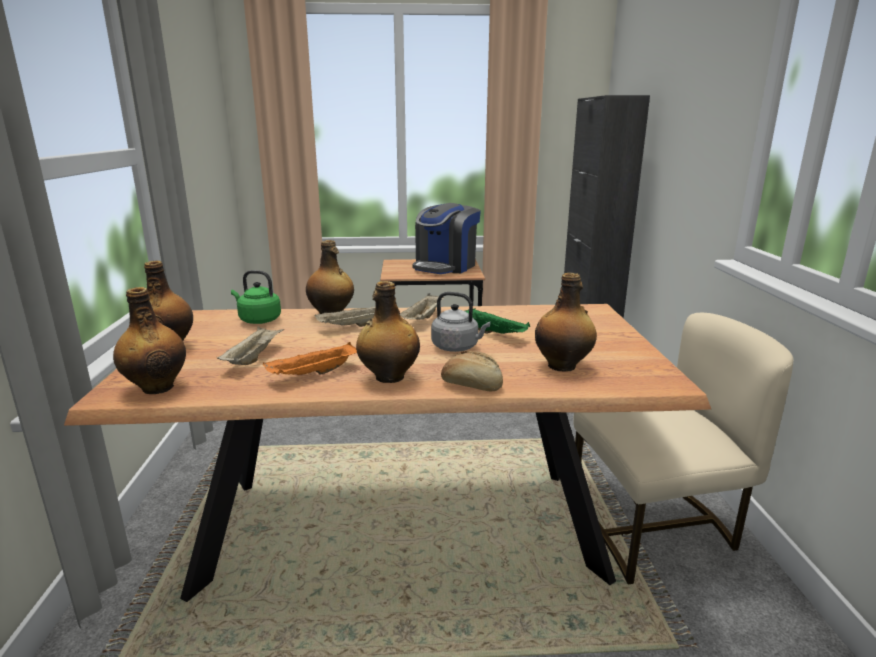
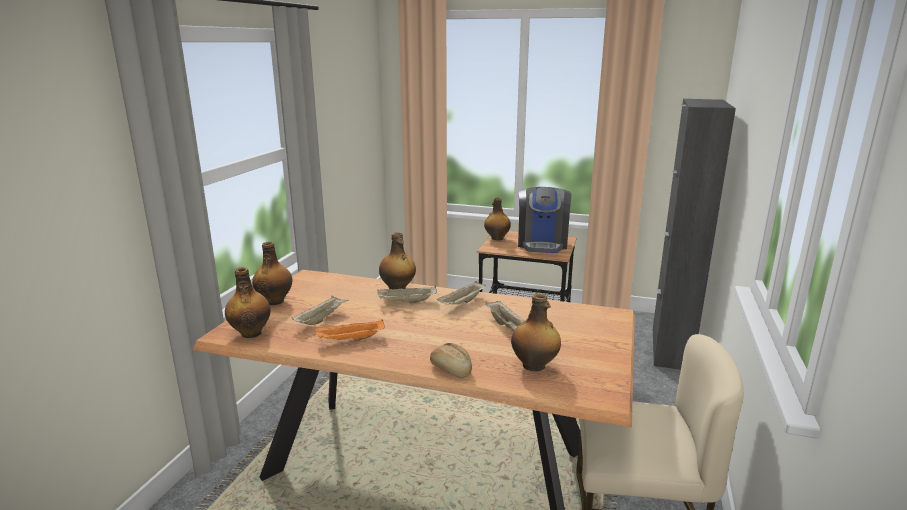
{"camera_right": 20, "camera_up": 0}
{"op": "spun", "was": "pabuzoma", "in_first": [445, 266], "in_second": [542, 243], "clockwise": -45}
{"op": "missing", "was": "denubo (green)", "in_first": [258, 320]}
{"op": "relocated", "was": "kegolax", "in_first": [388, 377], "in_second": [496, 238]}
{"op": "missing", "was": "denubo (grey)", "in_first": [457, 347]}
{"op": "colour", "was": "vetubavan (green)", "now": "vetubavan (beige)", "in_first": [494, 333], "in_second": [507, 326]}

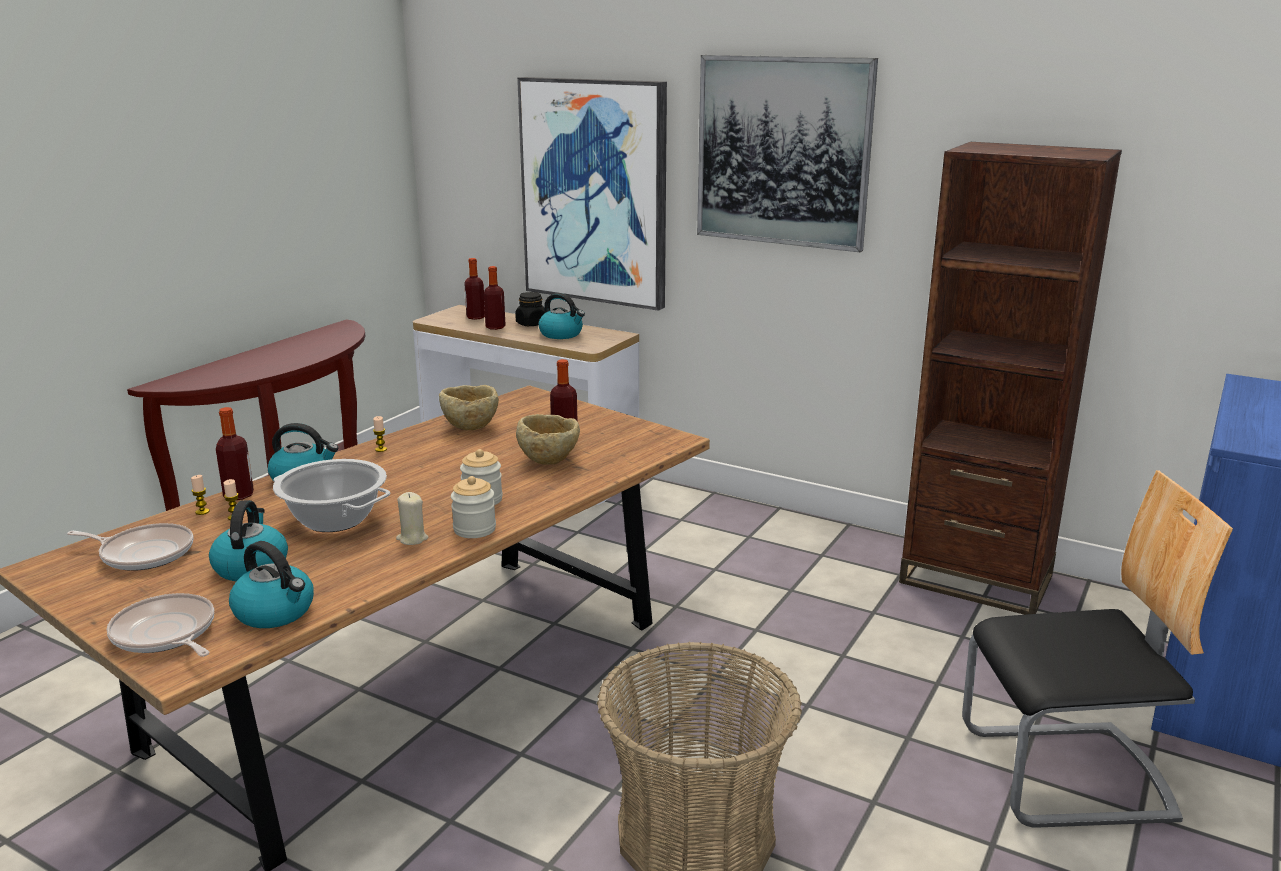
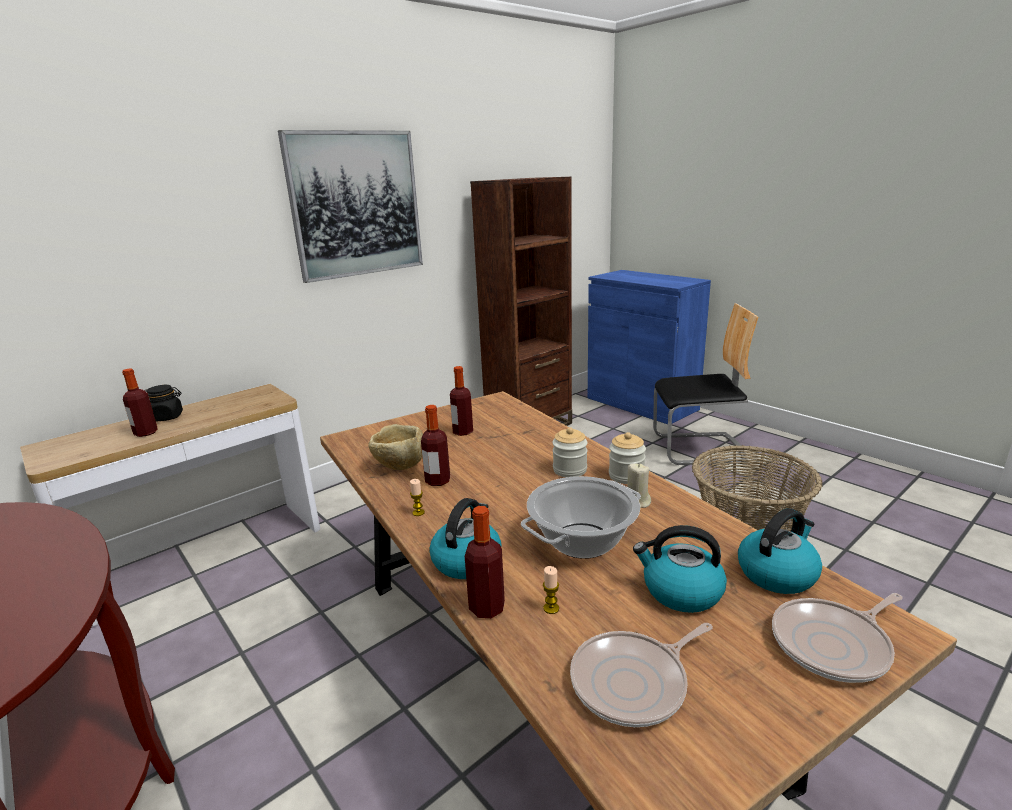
{"camera_right": -70, "camera_up": 0}
{"op": "missing", "was": "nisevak", "in_first": [595, 192]}
{"op": "relocated", "was": "kegolax", "in_first": [475, 317], "in_second": [437, 481]}
{"op": "missing", "was": "denubo", "in_first": [562, 334]}
{"op": "missing", "was": "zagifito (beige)", "in_first": [549, 460]}
{"op": "spun", "was": "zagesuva", "in_first": [1066, 774], "in_second": [698, 449], "clockwise": 75}
{"op": "missing", "was": "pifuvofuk", "in_first": [202, 512]}
{"op": "spun", "was": "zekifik", "in_first": [143, 553], "in_second": [633, 682], "clockwise": -150}

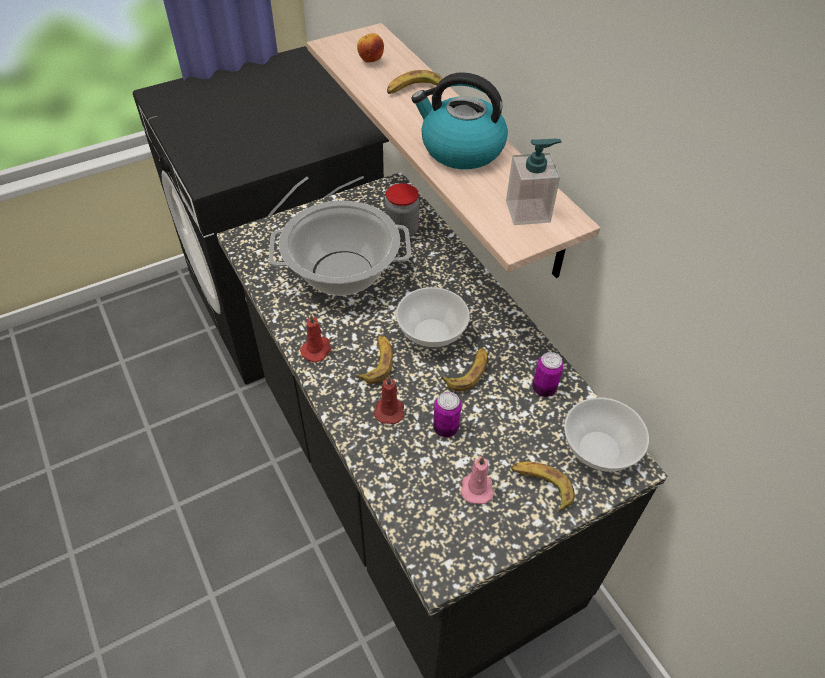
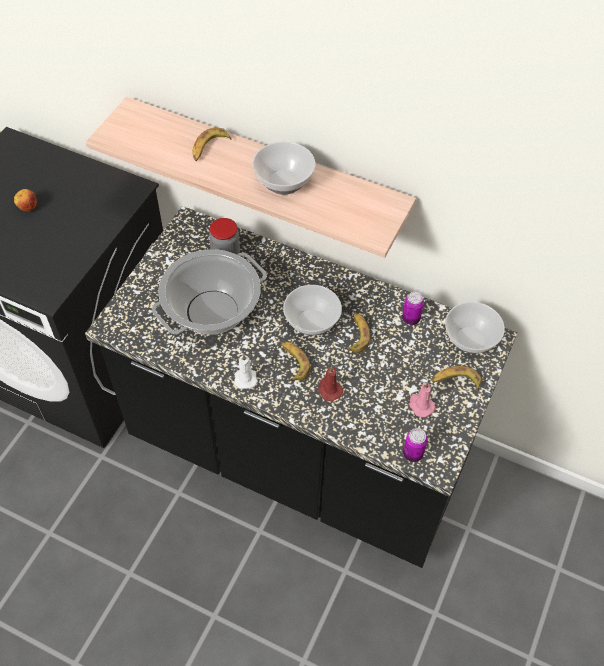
{"camera_right": -35, "camera_up": 5}
{"op": "relocated", "was": "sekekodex", "in_first": [370, 61], "in_second": [28, 208]}
{"op": "exchanged", "was": "denubo", "now": "zagifito", "in_first": [460, 149], "in_second": [285, 182]}
{"op": "missing", "was": "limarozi", "in_first": [528, 211]}
{"op": "colour", "was": "pifuvofuk (red)", "now": "pifuvofuk (white)", "in_first": [317, 349], "in_second": [245, 377]}
{"op": "relocated", "was": "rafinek", "in_first": [445, 428], "in_second": [412, 454]}

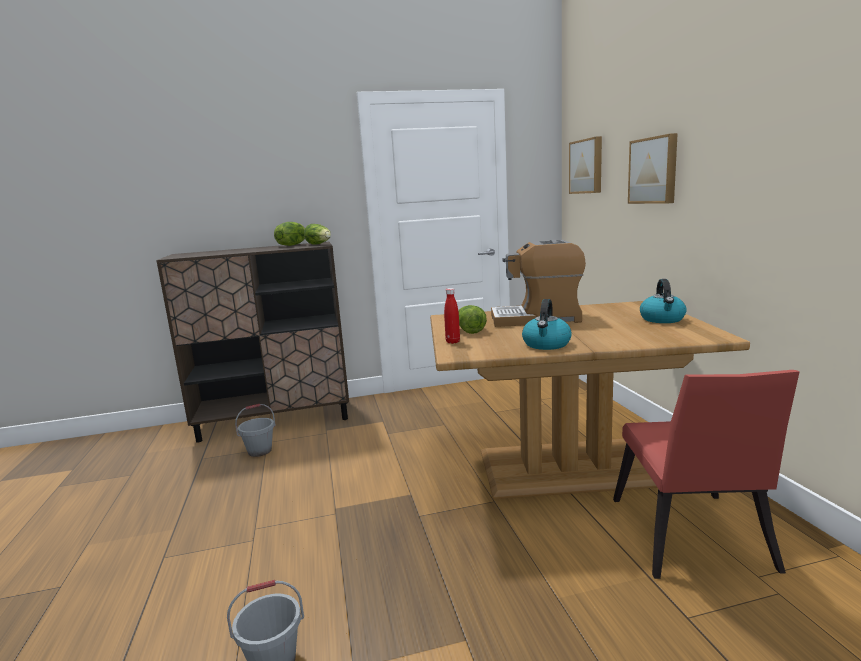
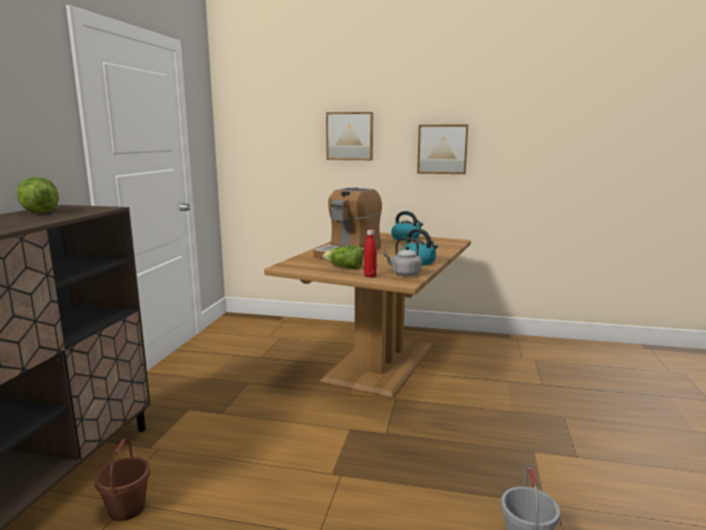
{"camera_right": -65, "camera_up": 0}
{"op": "relocated", "was": "nisevak", "in_first": [587, 166], "in_second": [442, 149]}
{"op": "missing", "was": "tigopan", "in_first": [320, 244]}
{"op": "missing", "was": "zagesuva (red)", "in_first": [690, 540]}
{"op": "colour", "was": "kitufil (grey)", "now": "kitufil (brown)", "in_first": [259, 451], "in_second": [127, 509]}
{"op": "appeared", "now": "denubo (grey)", "in_second": [404, 274]}

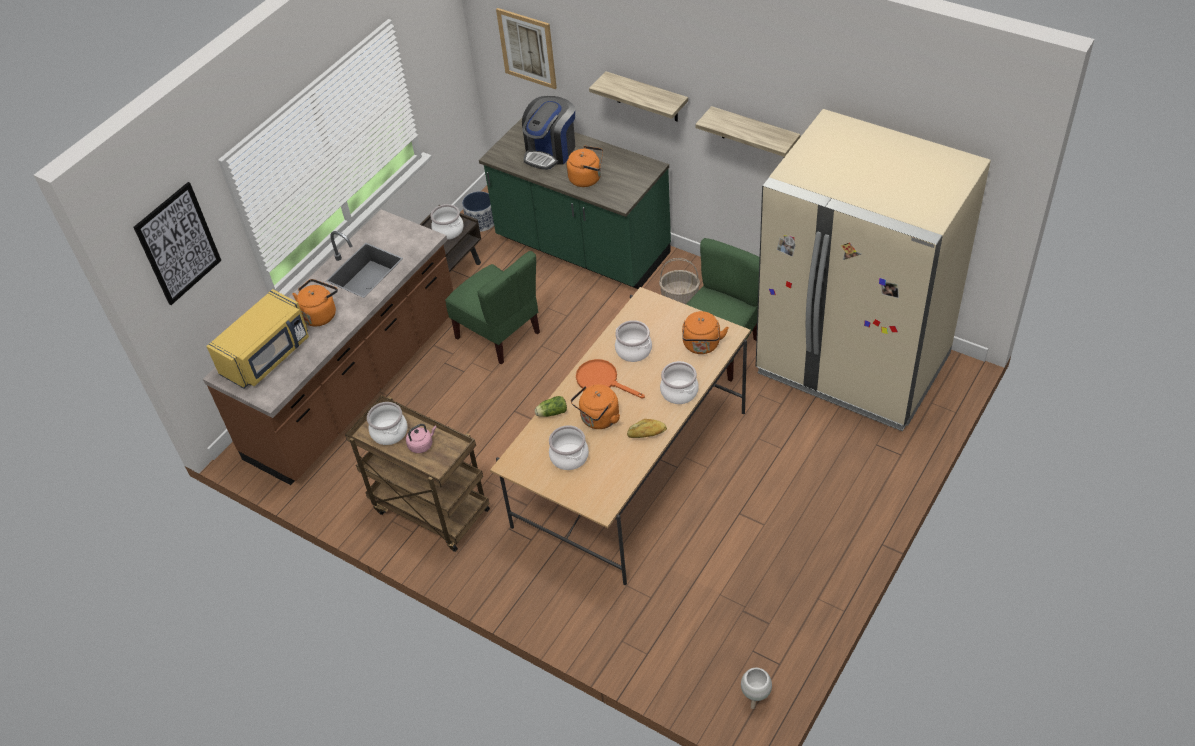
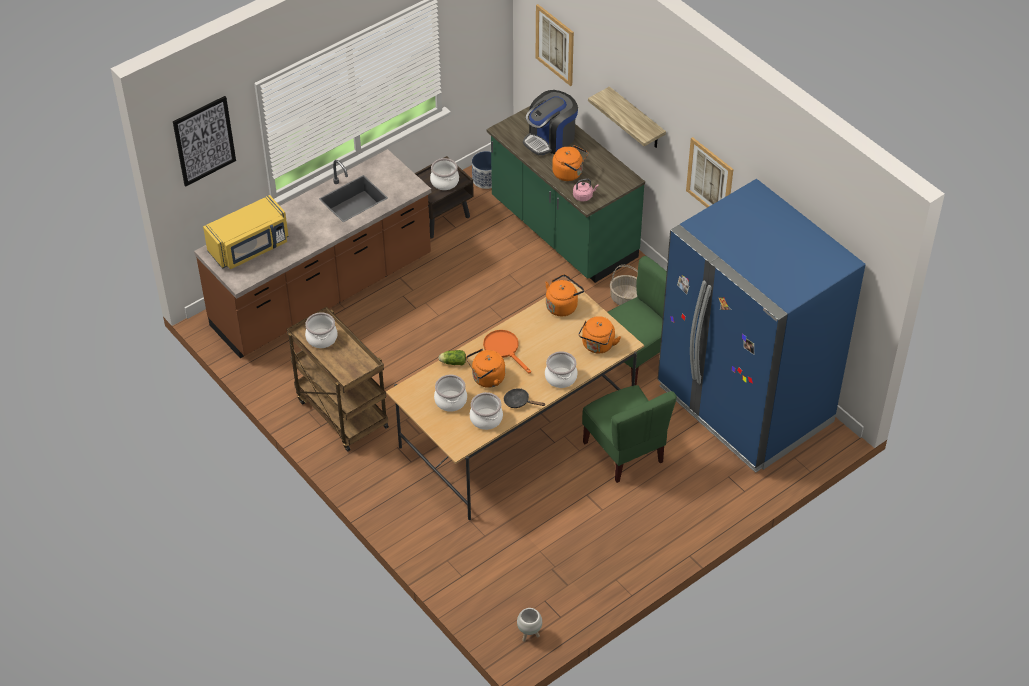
{"camera_right": 15, "camera_up": 0}
{"op": "exchanged", "was": "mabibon", "now": "nisevak", "in_first": [754, 133], "in_second": [710, 179]}
{"op": "colour", "was": "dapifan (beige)", "now": "dapifan (blue)", "in_first": [852, 365], "in_second": [744, 405]}
{"op": "relocated", "was": "zagesuva (green)", "in_first": [499, 335], "in_second": [624, 452]}
{"op": "relocated", "was": "denubo (orange)", "in_first": [320, 314], "in_second": [563, 306]}
{"op": "relocated", "was": "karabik", "in_first": [633, 350], "in_second": [486, 419]}
{"op": "exchanged", "was": "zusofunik", "now": "zekifik (black)", "in_first": [647, 433], "in_second": [519, 402]}
{"op": "relocated", "was": "denubo (pink)", "in_first": [422, 444], "in_second": [584, 196]}

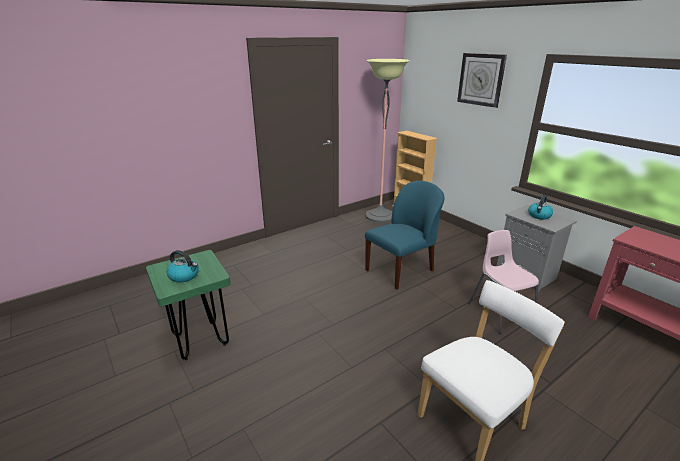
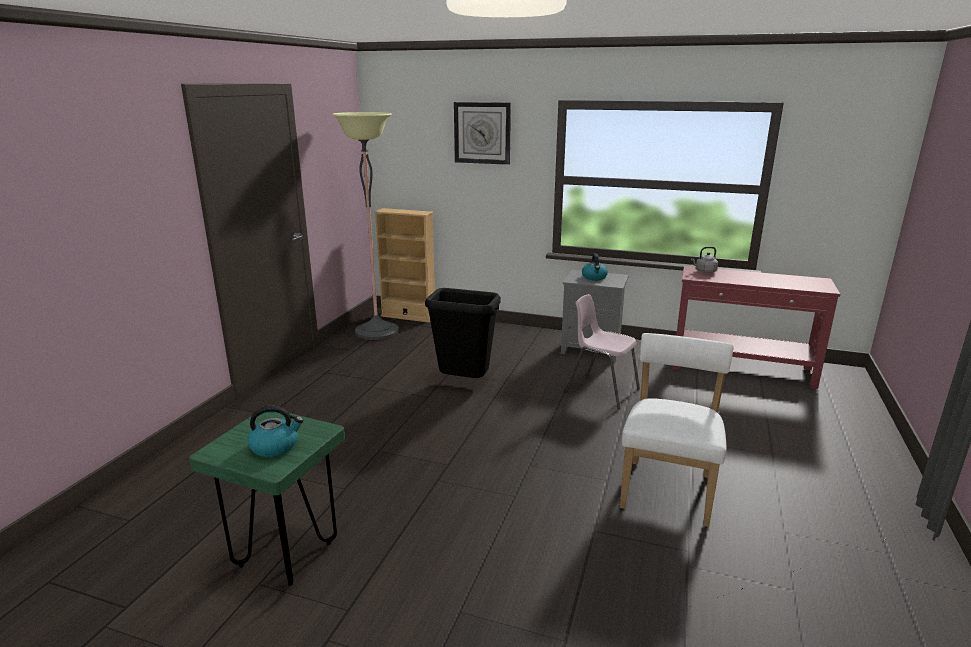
{"camera_right": -35, "camera_up": -5}
{"op": "exchanged", "was": "zagesuva (blue)", "now": "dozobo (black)", "in_first": [400, 270], "in_second": [464, 383]}
{"op": "appeared", "now": "denubo (grey)", "in_second": [704, 271]}

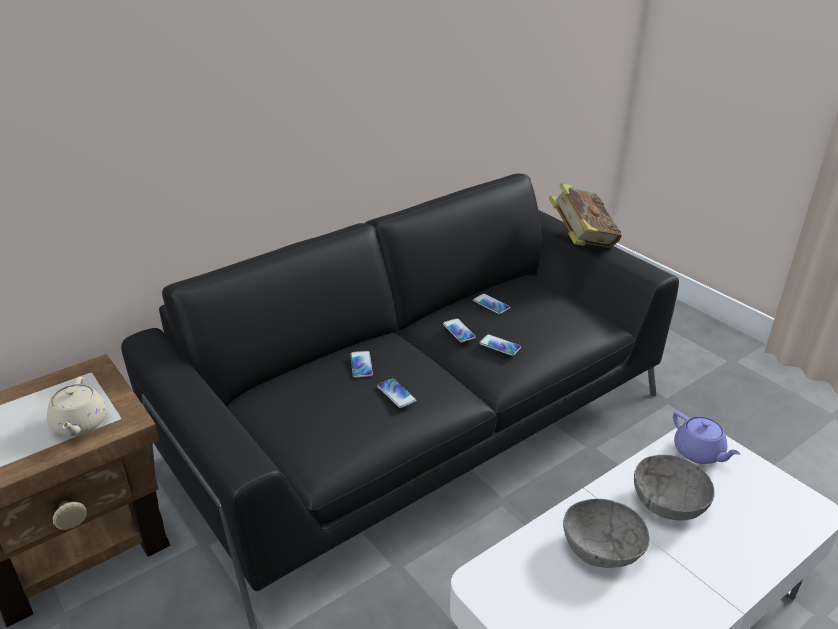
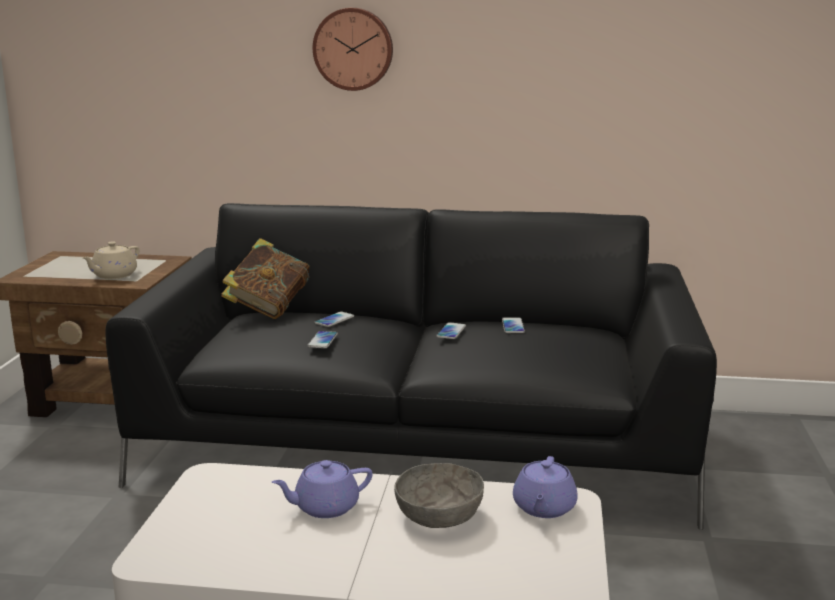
{"camera_right": 45, "camera_up": -15}
{"op": "relocated", "was": "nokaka", "in_first": [581, 241], "in_second": [268, 309]}
{"op": "missing", "was": "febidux", "in_first": [500, 345]}
{"op": "exchanged", "was": "zagifito (grey)", "now": "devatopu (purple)", "in_first": [602, 549], "in_second": [325, 507]}
{"op": "appeared", "now": "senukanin", "in_second": [353, 49]}

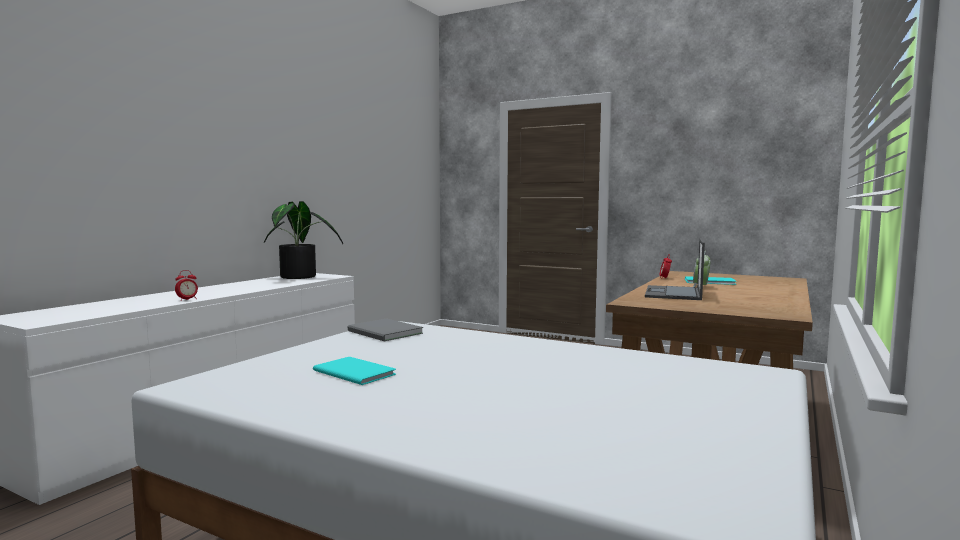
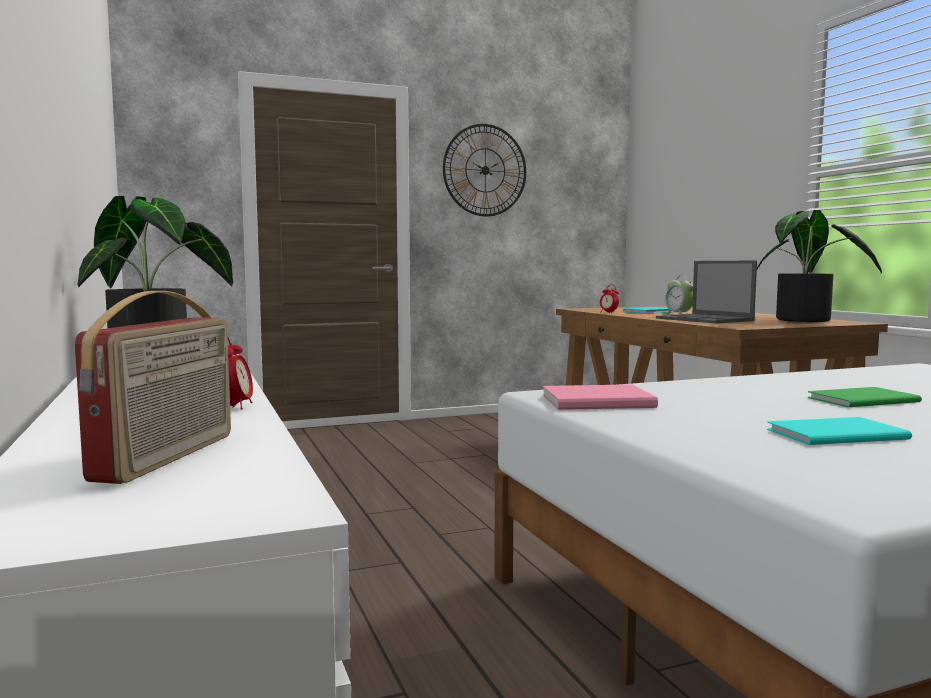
{"camera_right": -50, "camera_up": 0}
{"op": "colour", "was": "nokaka (grey)", "now": "nokaka (pink)", "in_first": [385, 333], "in_second": [601, 402]}
{"op": "appeared", "now": "senukanin", "in_second": [485, 170]}
{"op": "appeared", "now": "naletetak", "in_second": [808, 321]}
{"op": "appeared", "now": "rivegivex", "in_second": [169, 457]}
{"op": "appeared", "now": "nokaka (green)", "in_second": [858, 399]}

